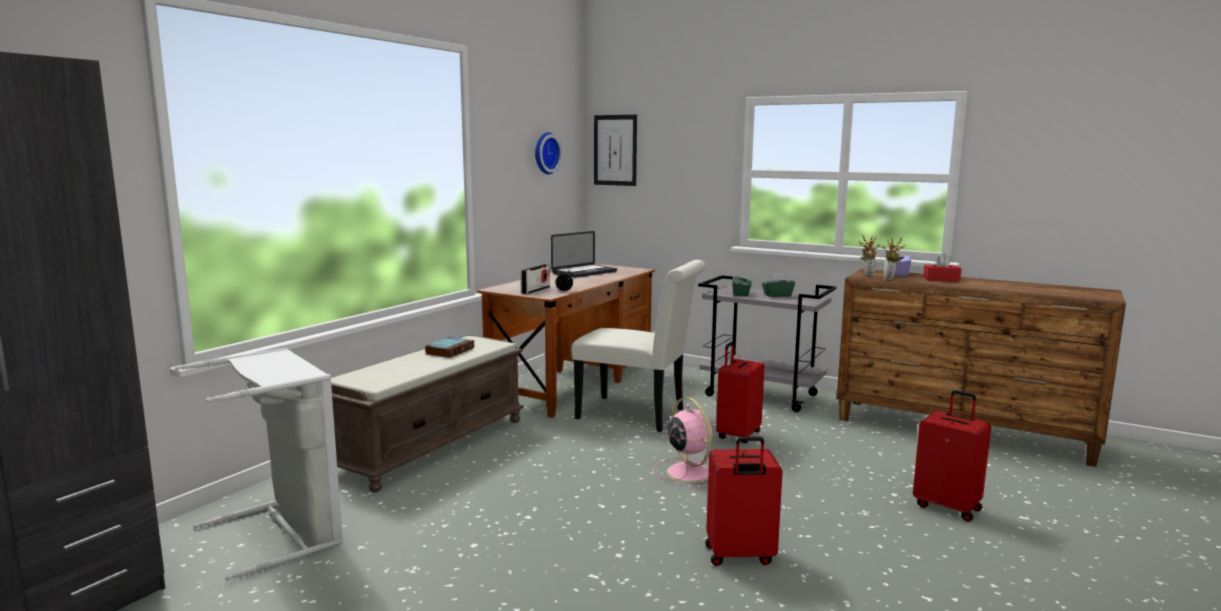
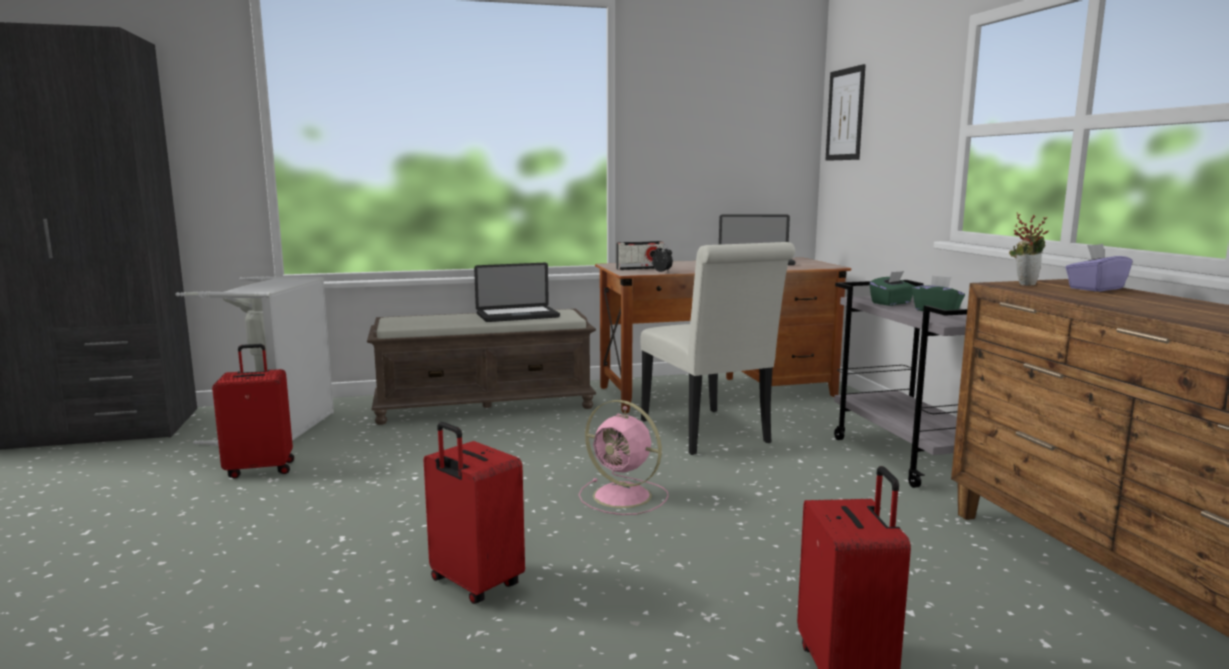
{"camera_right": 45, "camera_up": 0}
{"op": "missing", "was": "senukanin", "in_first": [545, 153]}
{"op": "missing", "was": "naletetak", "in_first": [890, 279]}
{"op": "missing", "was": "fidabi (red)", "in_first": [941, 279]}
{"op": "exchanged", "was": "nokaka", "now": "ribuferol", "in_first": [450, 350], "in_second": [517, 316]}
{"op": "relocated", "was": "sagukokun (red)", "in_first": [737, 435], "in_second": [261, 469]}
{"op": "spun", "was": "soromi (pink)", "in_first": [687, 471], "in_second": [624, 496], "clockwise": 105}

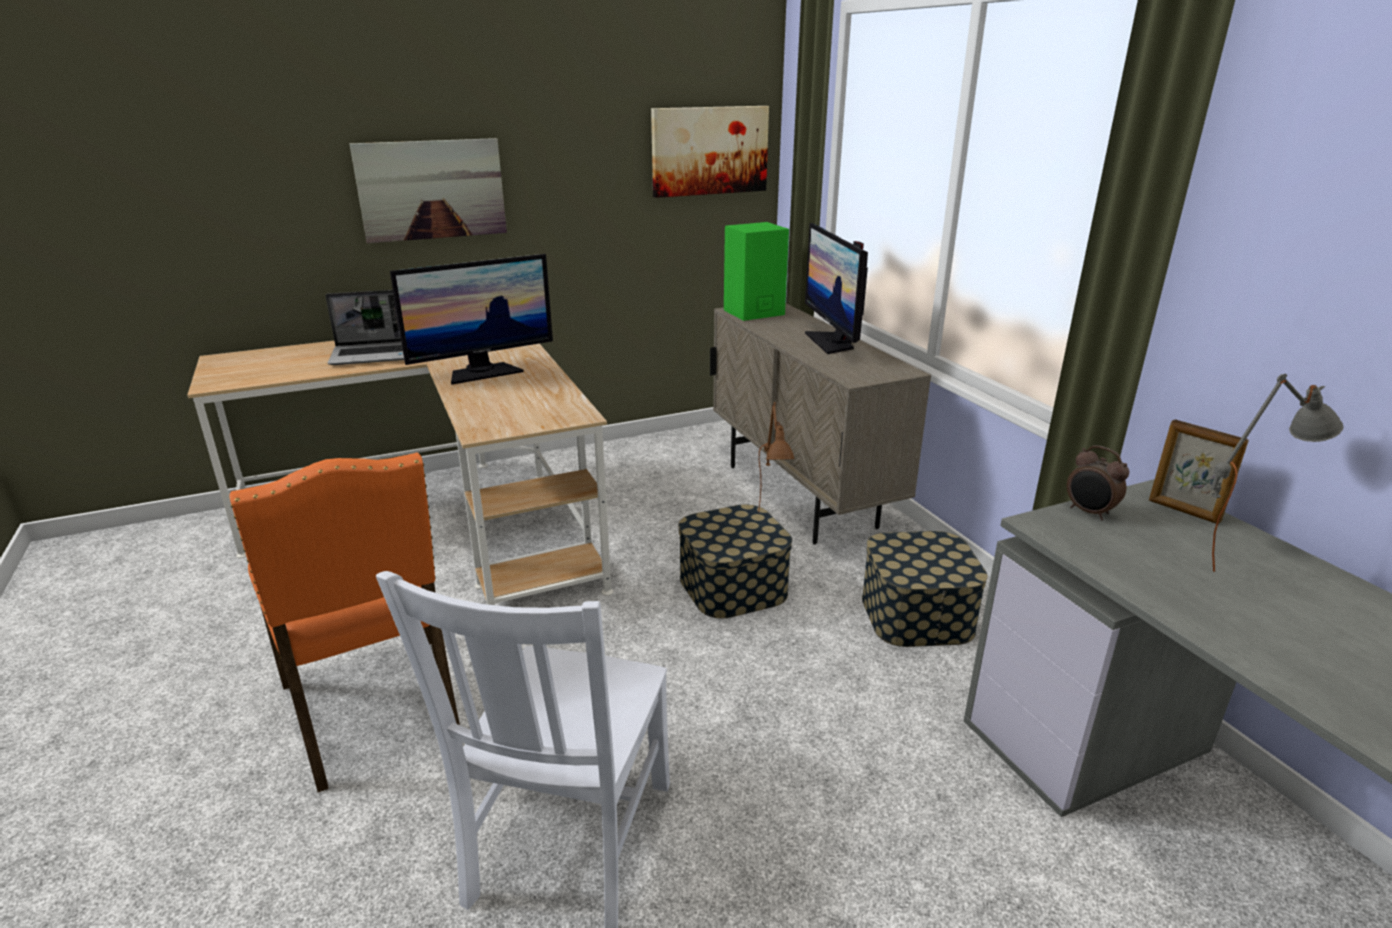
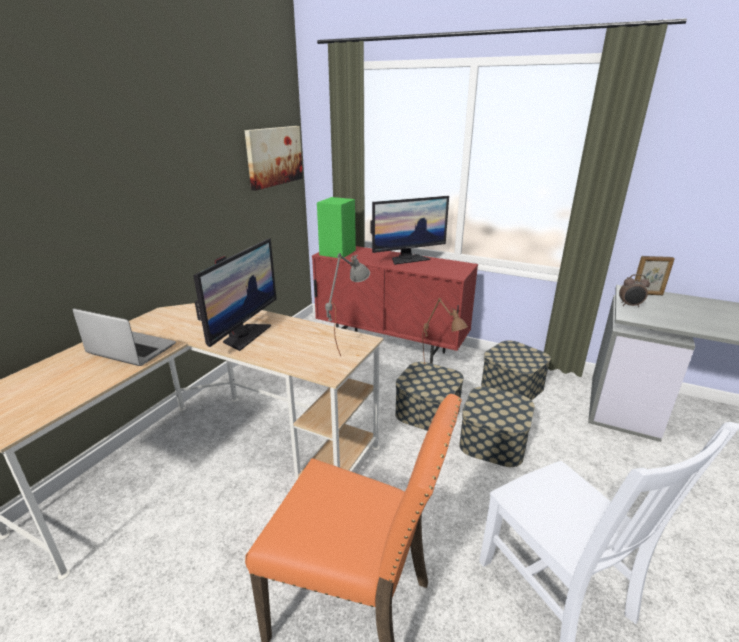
{"camera_right": -40, "camera_up": 0}
{"op": "missing", "was": "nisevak", "in_first": [431, 190]}
{"op": "spun", "was": "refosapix", "in_first": [832, 342], "in_second": [407, 259], "clockwise": -60}
{"op": "spun", "was": "ribuferol", "in_first": [377, 355], "in_second": [130, 350], "clockwise": -105}
{"op": "colour", "was": "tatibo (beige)", "now": "tatibo (red)", "in_first": [800, 496], "in_second": [391, 351]}
{"op": "relocated", "was": "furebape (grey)", "in_first": [1236, 556], "in_second": [347, 345]}
{"op": "appeared", "now": "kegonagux", "in_second": [493, 441]}

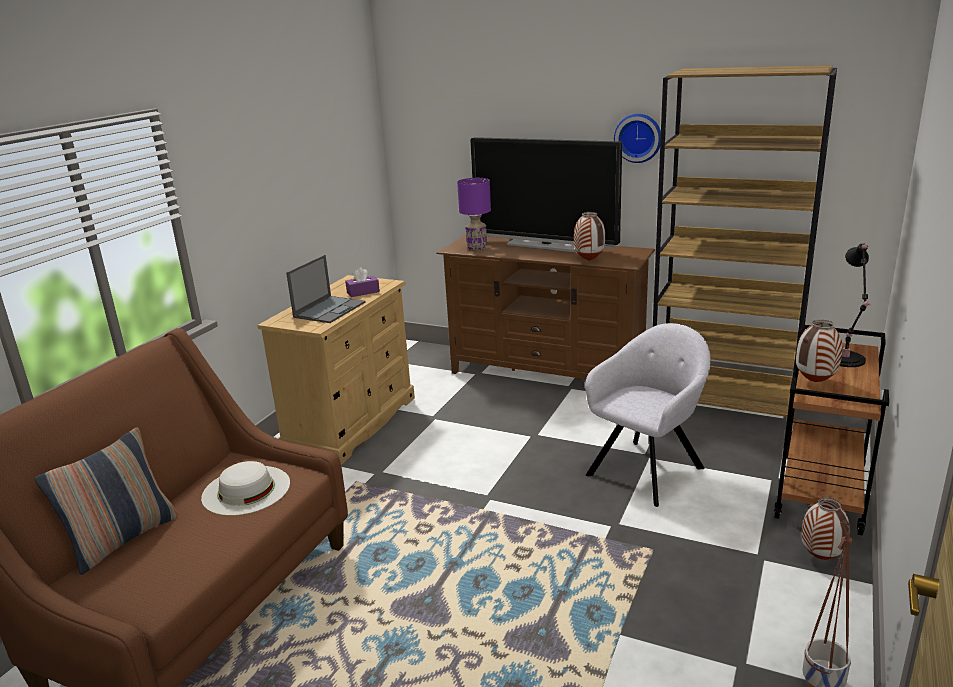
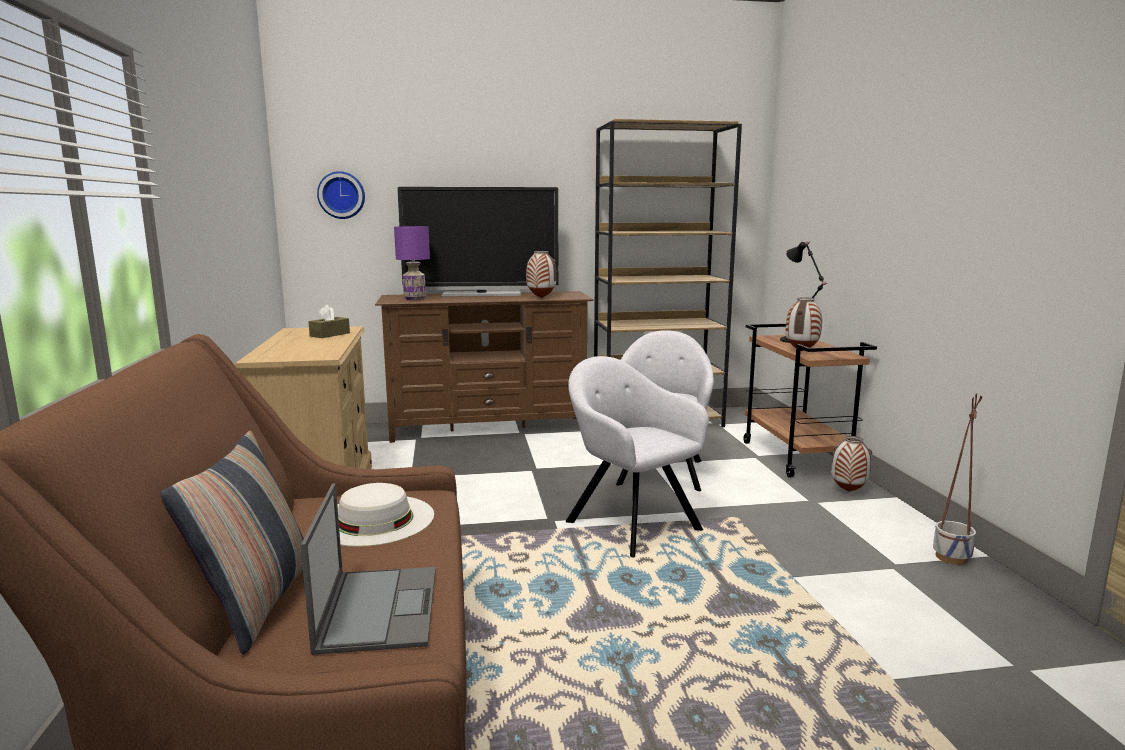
{"camera_right": -35, "camera_up": -10}
{"op": "relocated", "was": "senukanin", "in_first": [638, 137], "in_second": [341, 195]}
{"op": "relocated", "was": "ribuferol", "in_first": [330, 309], "in_second": [378, 607]}
{"op": "colour", "was": "fidabi (purple)", "now": "fidabi (brown)", "in_first": [363, 292], "in_second": [330, 334]}
{"op": "appeared", "now": "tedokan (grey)", "in_second": [629, 523]}

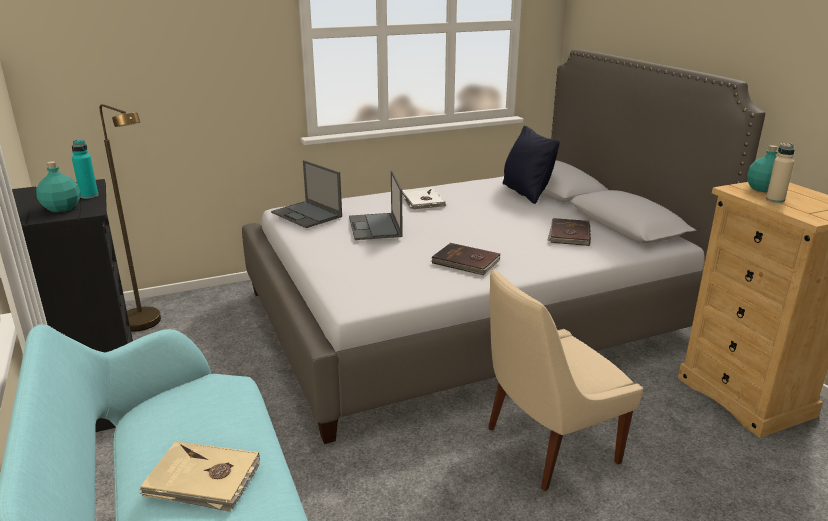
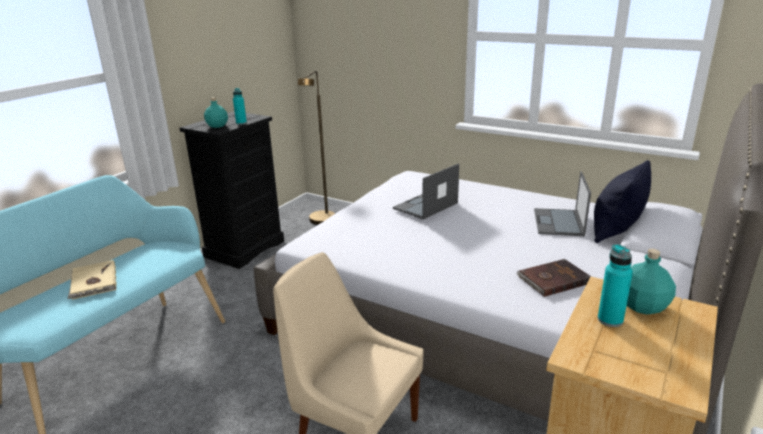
{"camera_right": 55, "camera_up": 0}
{"op": "colour", "was": "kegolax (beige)", "now": "kegolax (turquoise)", "in_first": [775, 200], "in_second": [610, 320]}
{"op": "relocated", "was": "ribuferol", "in_first": [307, 215], "in_second": [558, 223]}
{"op": "missing", "was": "nokaka (white)", "in_first": [422, 201]}
{"op": "missing", "was": "nokaka (brown)", "in_first": [466, 262]}

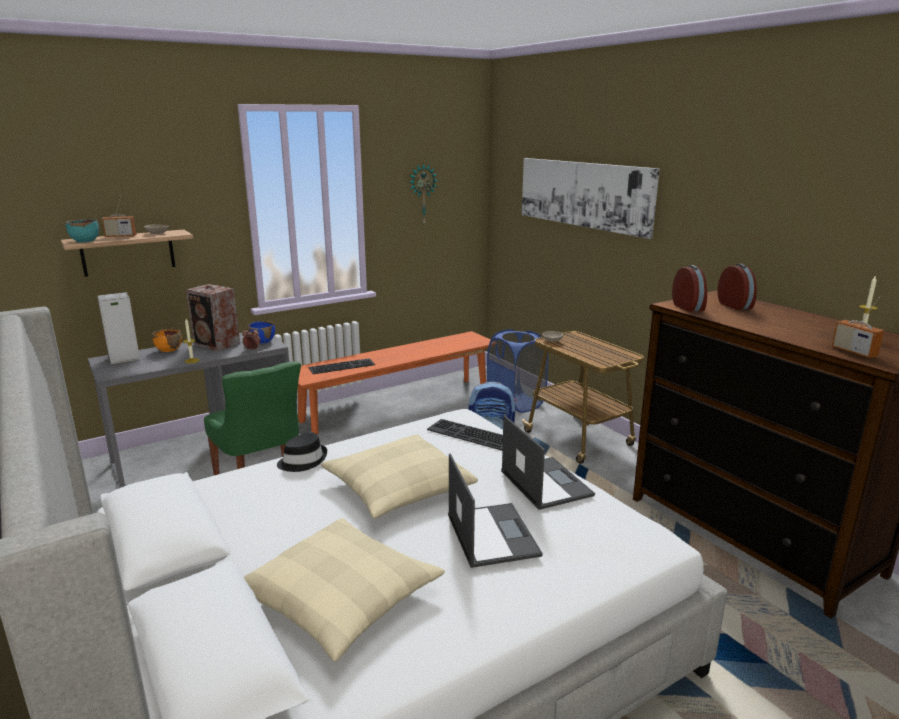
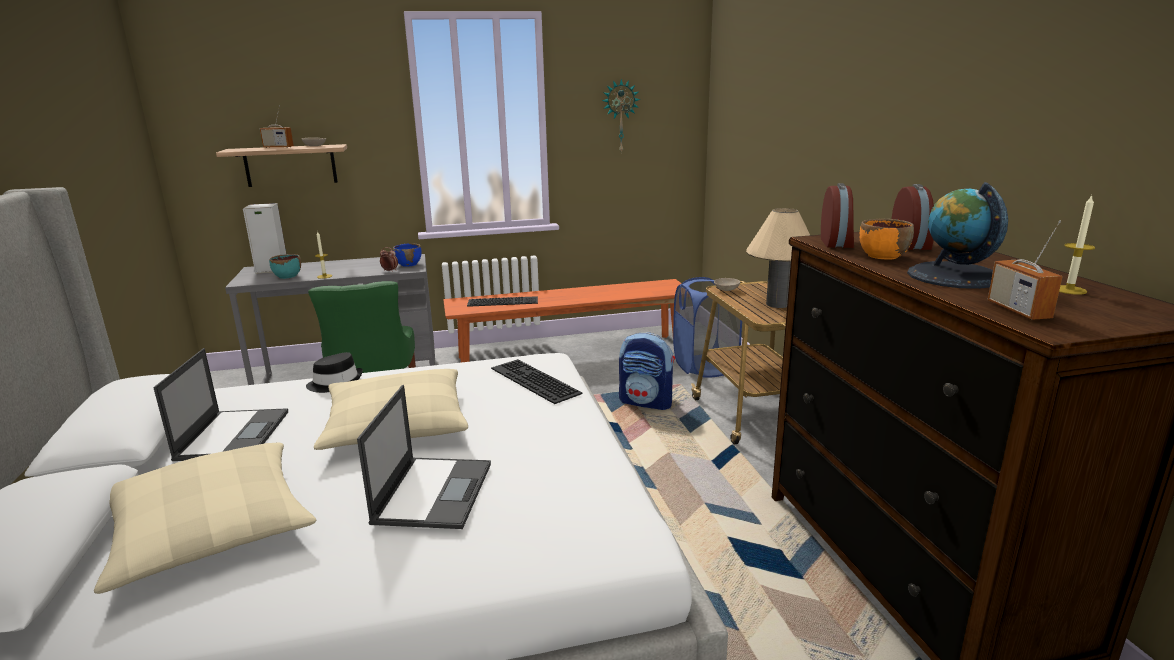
{"camera_right": 20, "camera_up": 0}
{"op": "missing", "was": "nisevak", "in_first": [583, 194]}
{"op": "relocated", "was": "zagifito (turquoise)", "in_first": [85, 241], "in_second": [287, 276]}
{"op": "missing", "was": "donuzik", "in_first": [217, 344]}
{"op": "relocated", "was": "zagifito (orange)", "in_first": [168, 349], "in_second": [882, 256]}
{"op": "relocated", "was": "ribuferol", "in_first": [545, 483], "in_second": [234, 434]}
{"op": "appeared", "now": "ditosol", "in_second": [953, 276]}
{"op": "appeared", "now": "furebape (beige)", "in_second": [777, 304]}

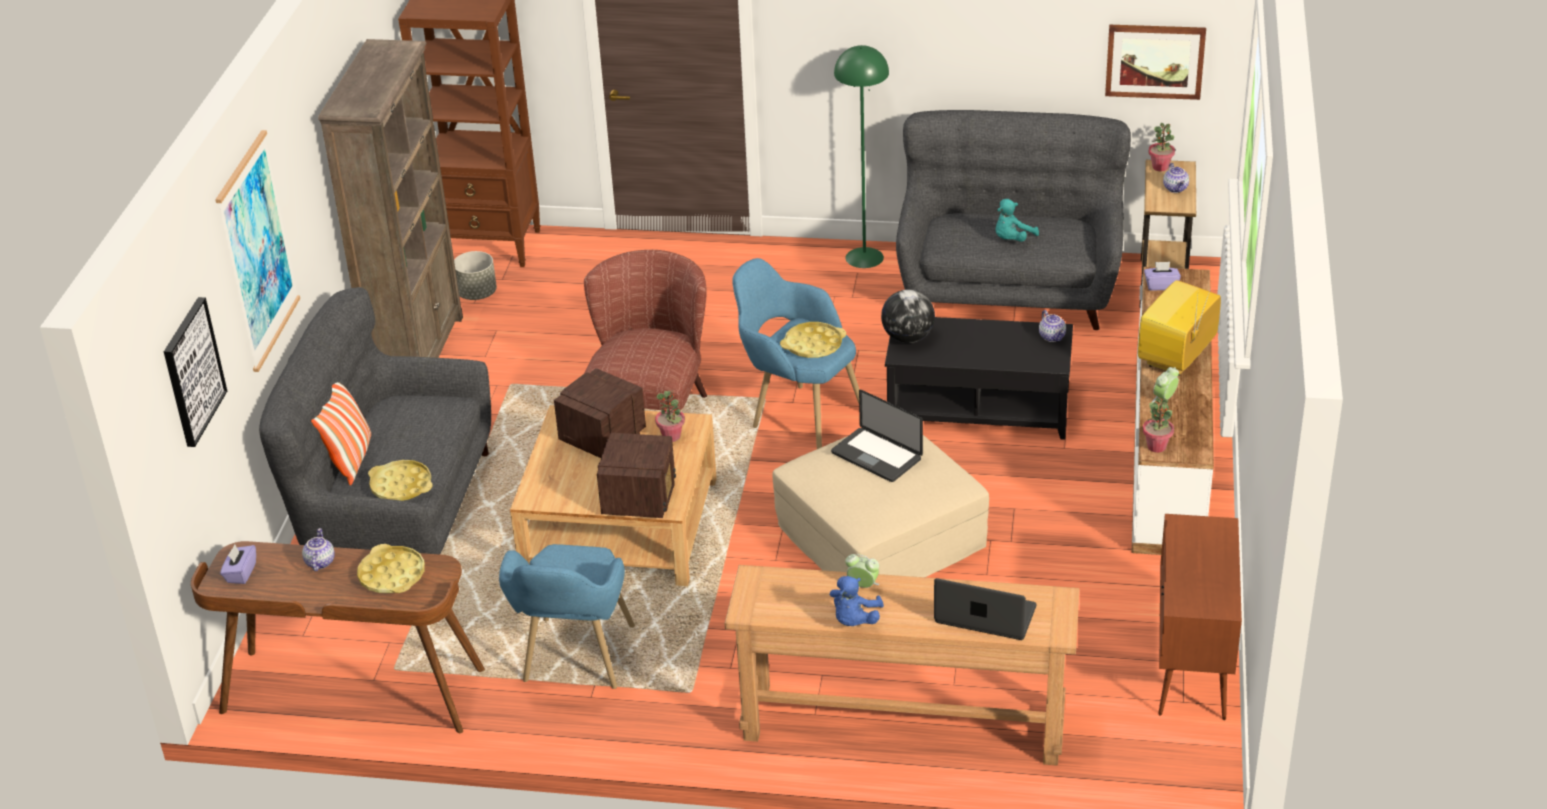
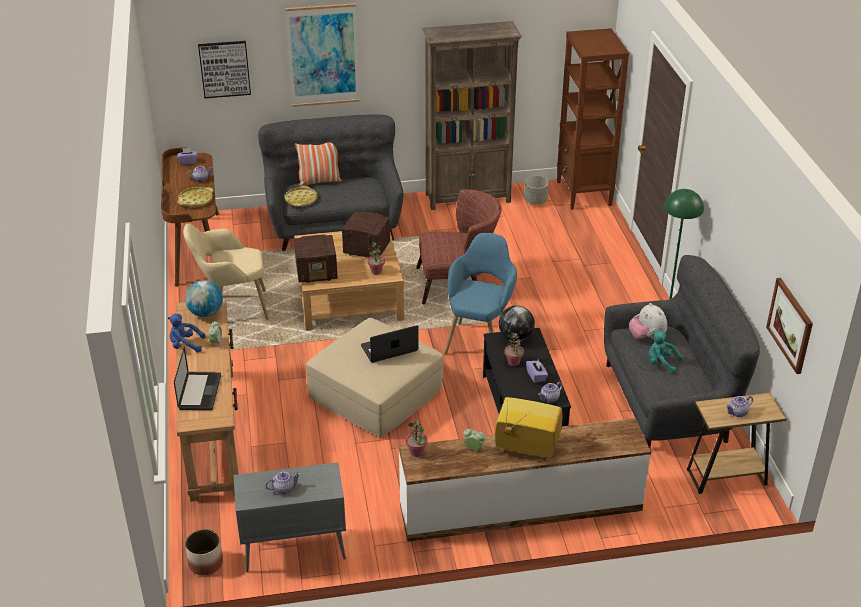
{"camera_right": 70, "camera_up": 0}
{"op": "relocated", "was": "naletetak", "in_first": [1160, 167], "in_second": [513, 362]}
{"op": "relocated", "was": "fidabi (purple)", "in_first": [1161, 285], "in_second": [536, 376]}
{"op": "missing", "was": "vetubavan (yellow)", "in_first": [813, 345]}
{"op": "spun", "was": "ribuferol", "in_first": [876, 456], "in_second": [389, 348], "clockwise": 45}
{"op": "colour", "was": "tatibo (brown)", "now": "tatibo (grey)", "in_first": [1192, 667], "in_second": [293, 550]}
{"op": "colour", "was": "tedokan (blue)", "now": "tedokan (beige)", "in_first": [575, 665], "in_second": [232, 309]}
{"op": "appeared", "now": "ditosol", "in_second": [206, 313]}
{"op": "appeared", "now": "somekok", "in_second": [646, 337]}
{"op": "appeared", "now": "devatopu", "in_second": [284, 488]}
{"op": "appeared", "now": "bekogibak", "in_second": [206, 563]}

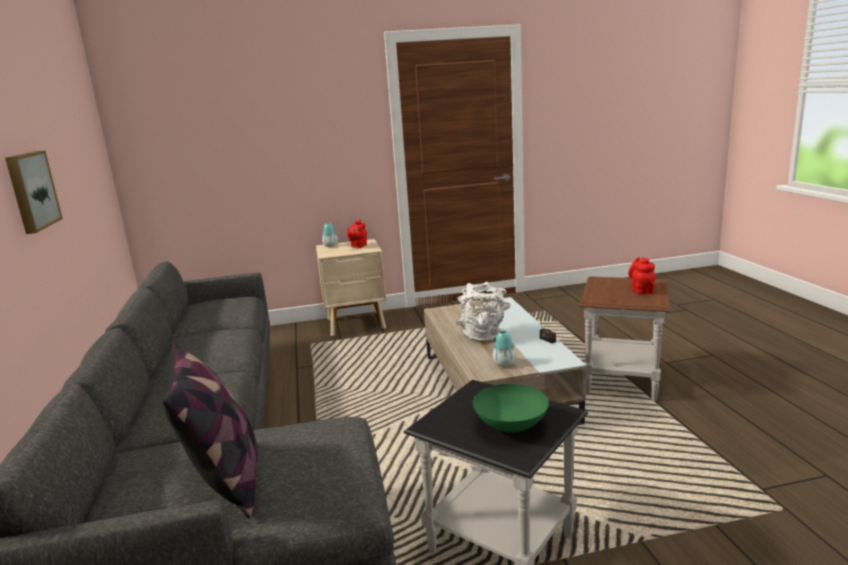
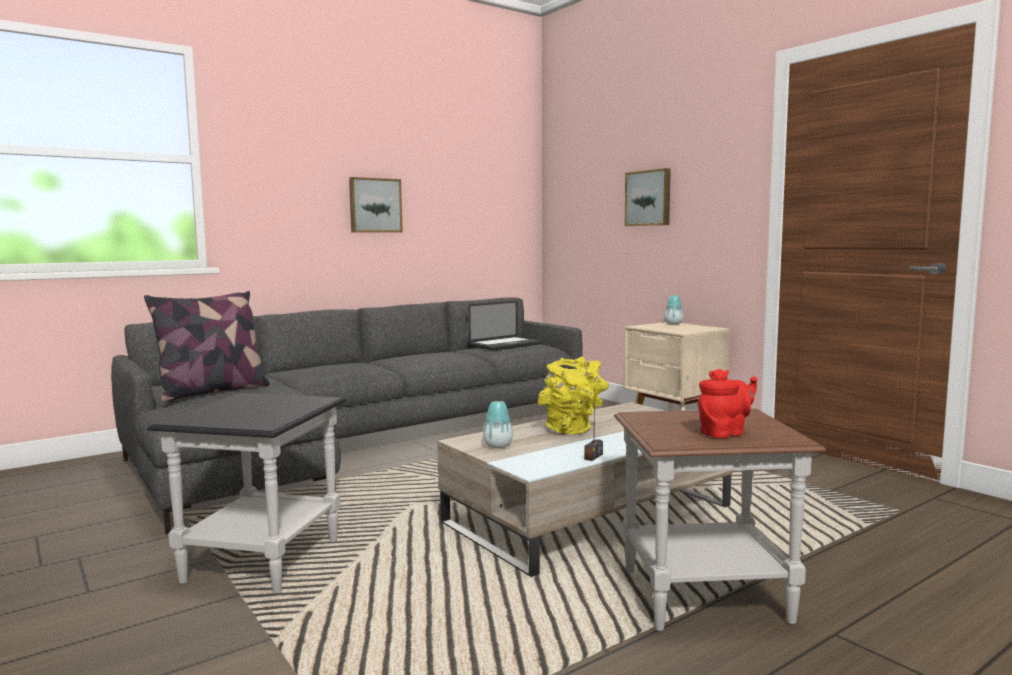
{"camera_right": 65, "camera_up": -10}
{"op": "missing", "was": "devatopu (red)", "in_first": [358, 246]}
{"op": "colour", "was": "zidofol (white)", "now": "zidofol (yellow)", "in_first": [484, 336], "in_second": [573, 430]}
{"op": "missing", "was": "zagifito (green)", "in_first": [510, 425]}
{"op": "appeared", "now": "nisevak", "in_second": [649, 198]}
{"op": "appeared", "now": "ribuferol", "in_second": [505, 345]}

